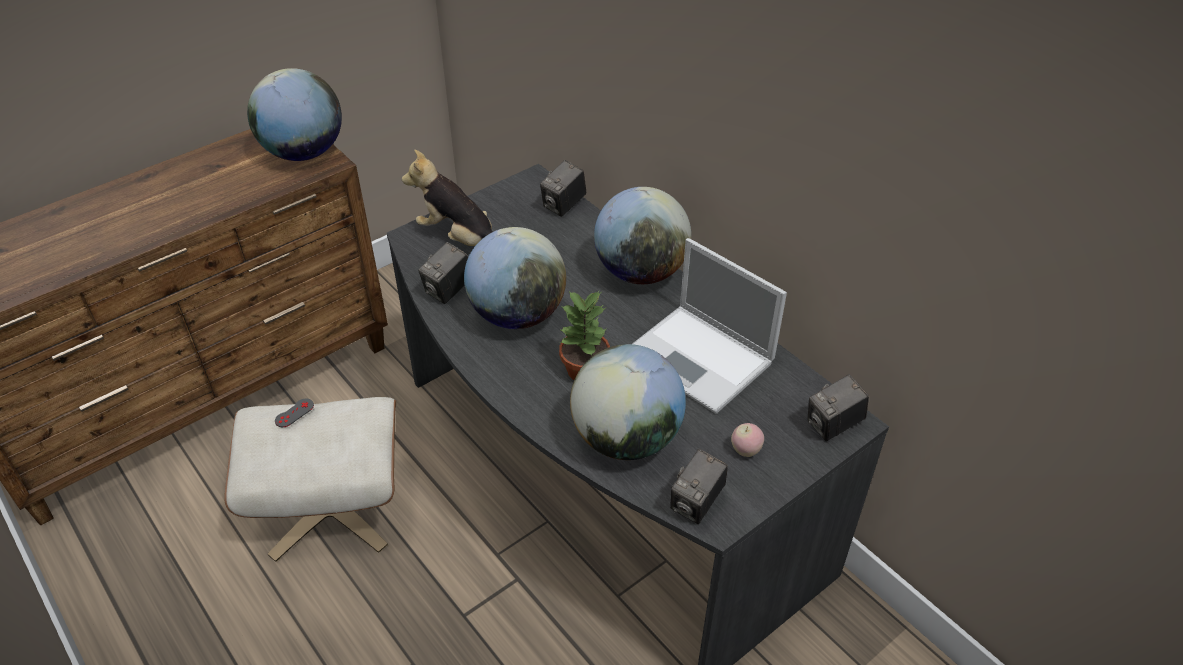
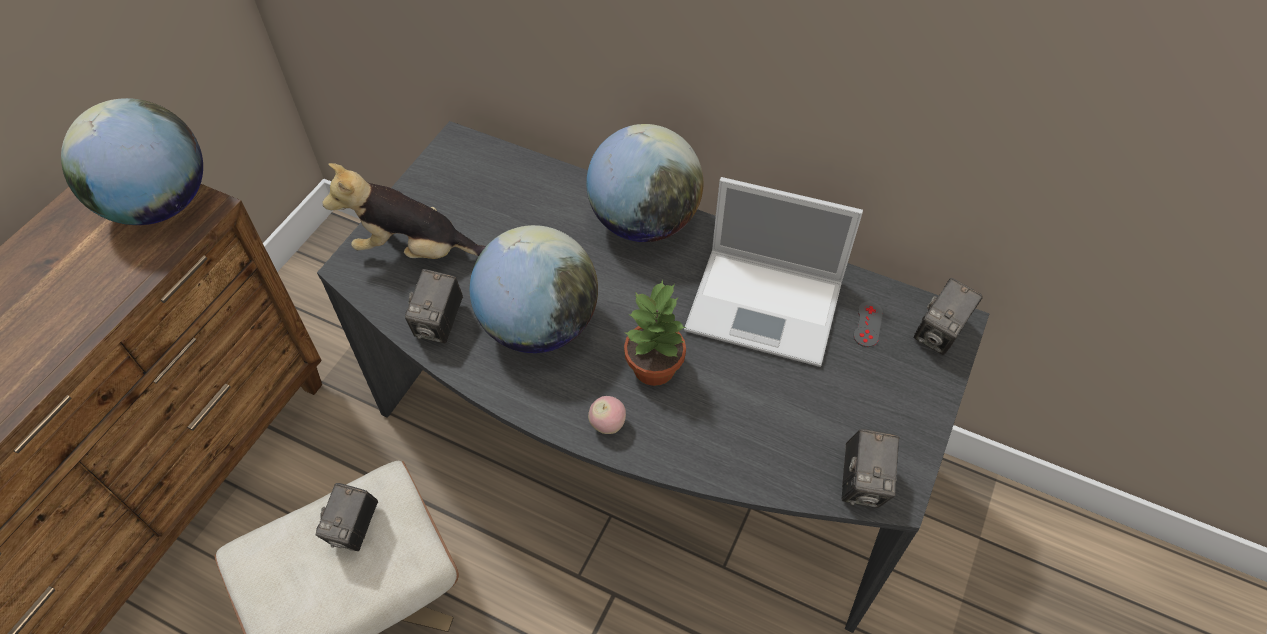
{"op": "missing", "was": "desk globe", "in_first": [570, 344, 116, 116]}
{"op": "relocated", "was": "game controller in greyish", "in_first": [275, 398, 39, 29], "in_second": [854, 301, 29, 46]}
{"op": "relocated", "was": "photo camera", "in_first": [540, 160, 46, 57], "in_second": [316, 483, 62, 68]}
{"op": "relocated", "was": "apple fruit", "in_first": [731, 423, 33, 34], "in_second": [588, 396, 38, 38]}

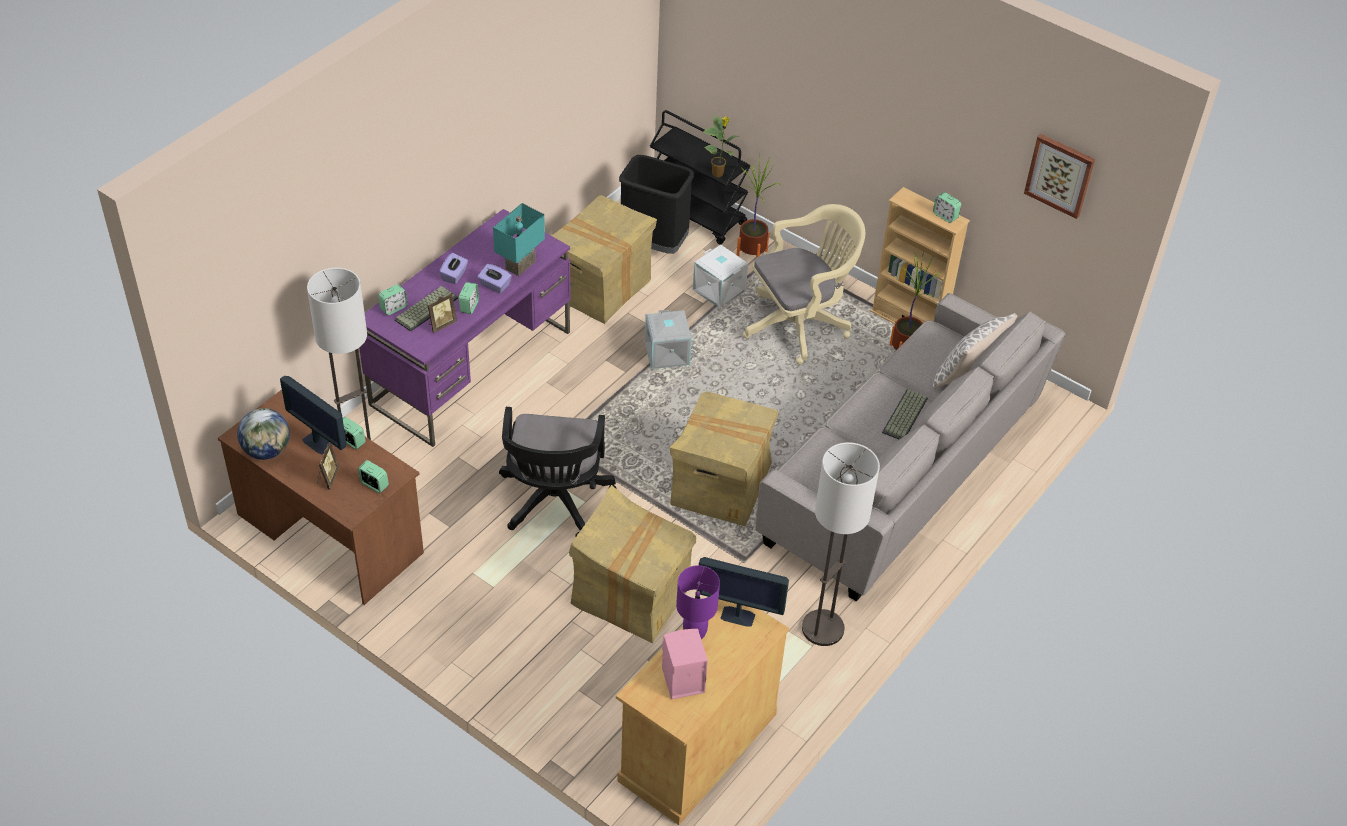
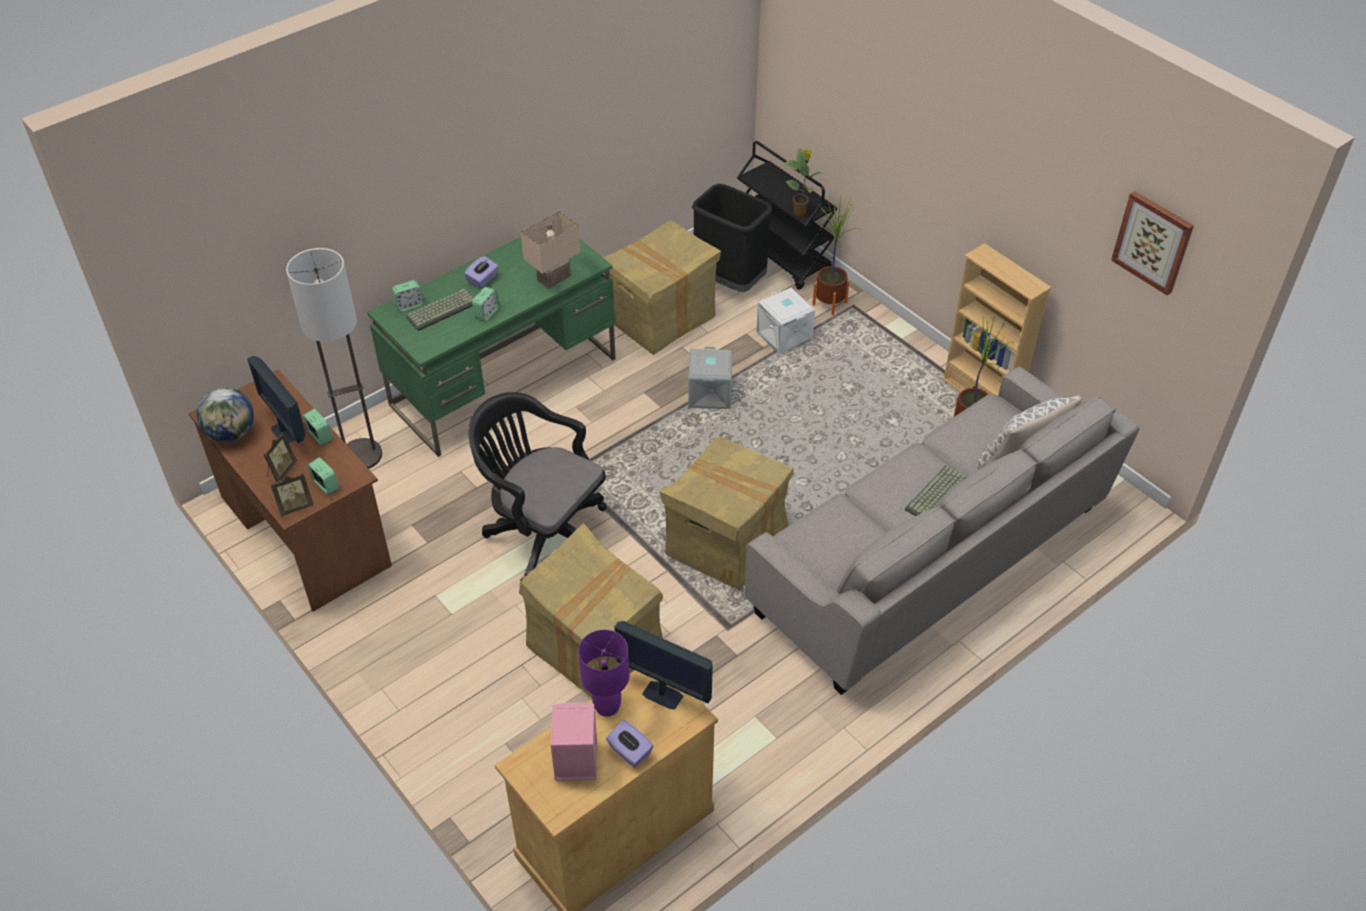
{"op": "missing", "was": "desk chair in beige", "in_first": [743, 204, 122, 161]}
{"op": "missing", "was": "standing lamp", "in_first": [802, 442, 78, 204]}
{"op": "missing", "was": "alarm clock", "in_first": [933, 192, 28, 31]}
{"op": "relocated", "was": "standing frame", "in_first": [427, 293, 30, 40], "in_second": [270, 473, 43, 43]}
{"op": "relocated", "was": "tissue box in purple", "in_first": [478, 264, 34, 29], "in_second": [606, 720, 47, 48]}
{"op": "colour", "was": "desk unit in purple", "now": "desk unit in green-coloured", "in_first": [359, 209, 212, 238], "in_second": [367, 237, 249, 220]}
{"op": "colour", "was": "table lamp in turquoise", "now": "table lamp in beige", "in_first": [493, 203, 52, 73], "in_second": [521, 211, 60, 78]}
{"op": "spun", "was": "desk chair in blackish", "in_first": [499, 407, 117, 129], "in_second": [468, 392, 139, 190], "clockwise": 105}

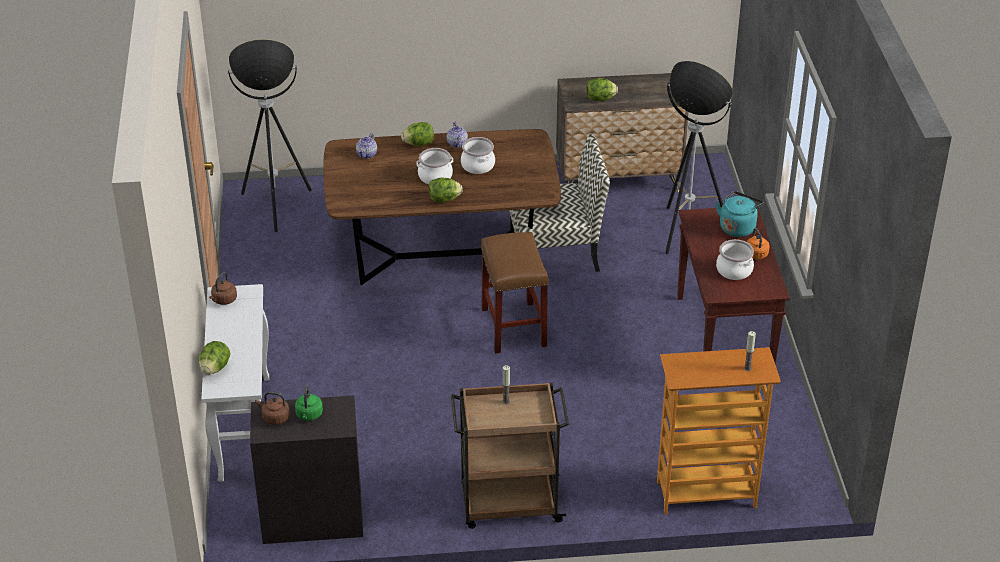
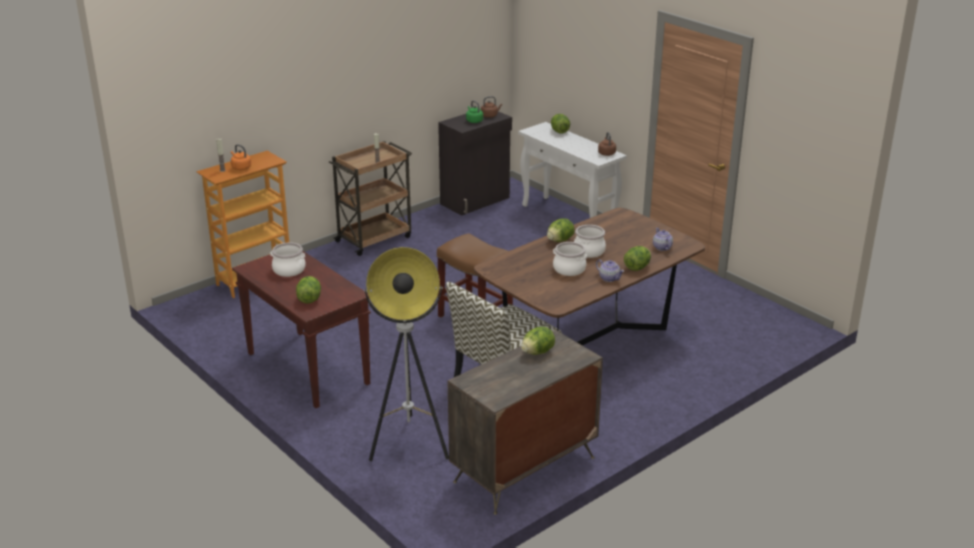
{"op": "missing", "was": "standing lamp", "in_first": [227, 40, 85, 192]}
{"op": "relocated", "was": "water kettle in orange", "in_first": [746, 228, 24, 31], "in_second": [231, 144, 20, 26]}
{"op": "exchanged", "was": "water kettle in turquoise", "now": "head of lettuce", "in_first": [716, 191, 48, 46], "in_second": [296, 276, 25, 28]}

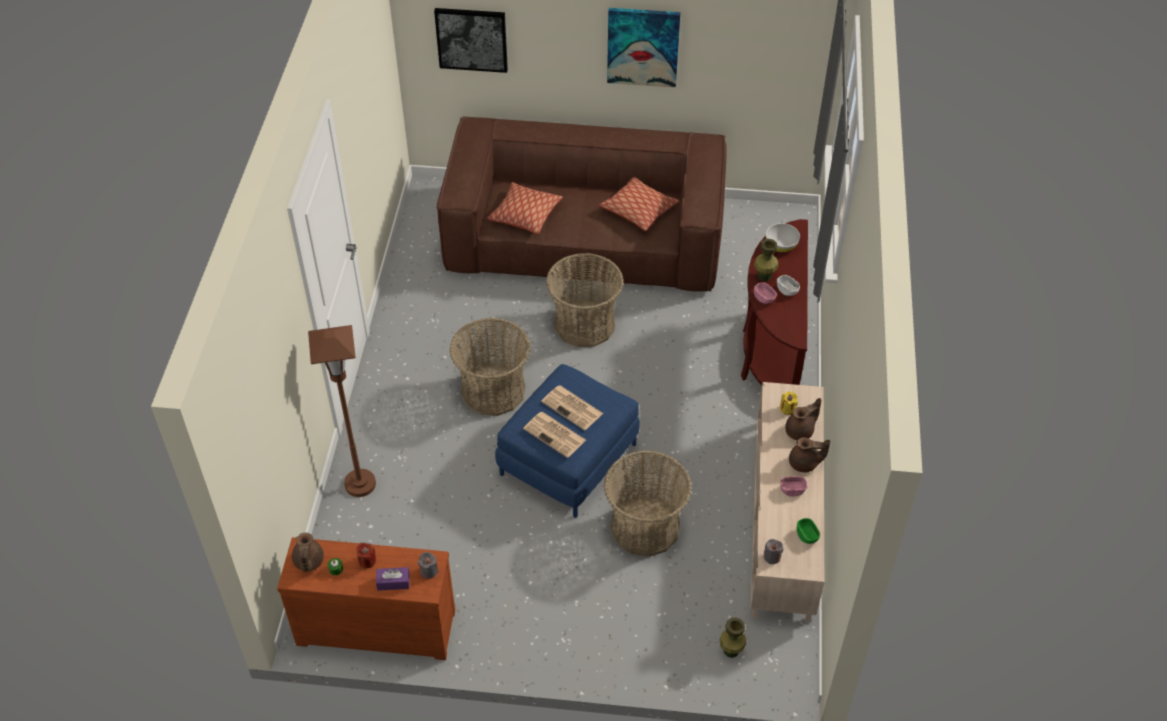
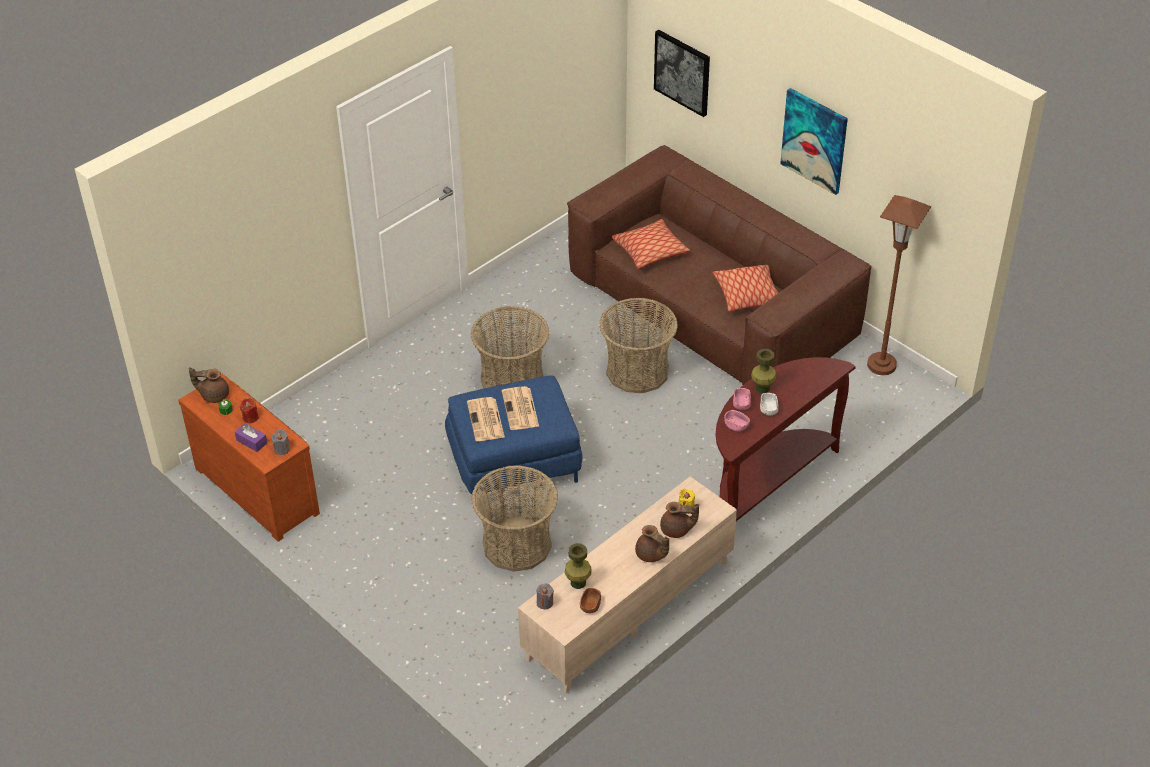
{"op": "missing", "was": "bowl in white", "in_first": [766, 223, 34, 29]}
{"op": "relocated", "was": "standing lamp in brown-coloured", "in_first": [308, 325, 68, 172], "in_second": [867, 195, 64, 180]}
{"op": "relocated", "was": "vase in green-coloured", "in_first": [719, 617, 27, 41], "in_second": [565, 543, 27, 46]}
{"op": "relocated", "was": "bowl in pink", "in_first": [780, 476, 27, 21], "in_second": [724, 410, 26, 21]}
{"op": "colour", "was": "bowl in green-coloured", "now": "bowl in brown-coloured", "in_first": [797, 518, 23, 26], "in_second": [580, 588, 21, 25]}
{"op": "spun", "was": "pot for tea in brown-coloured", "in_first": [292, 533, 32, 39], "in_second": [189, 367, 40, 36], "clockwise": 60}

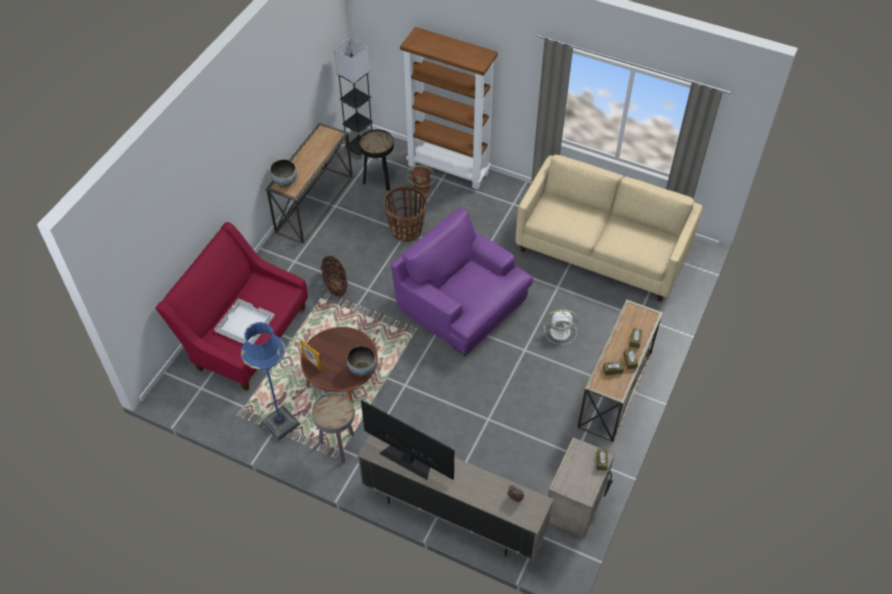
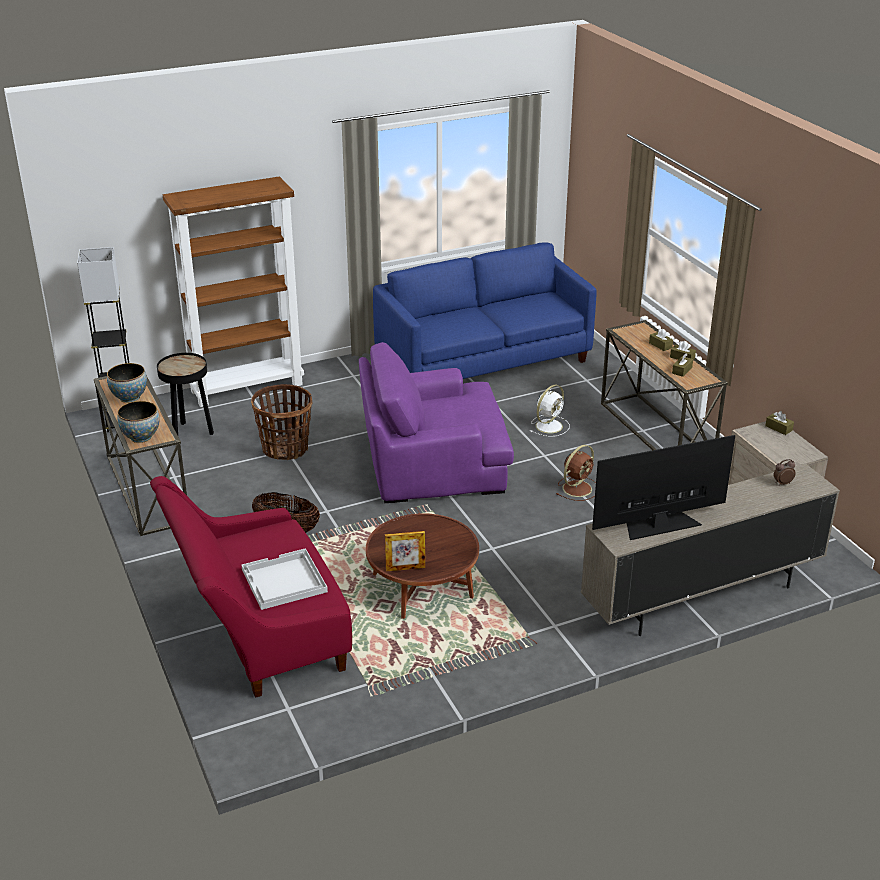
{"op": "missing", "was": "standing lamp in bluish", "in_first": [241, 322, 59, 119]}
{"op": "missing", "was": "accent table in greyish", "in_first": [312, 393, 43, 70]}
{"op": "relocated", "was": "bowl", "in_first": [347, 346, 29, 30], "in_second": [107, 363, 40, 40]}
{"op": "relocated", "was": "fan in brown-coloured", "in_first": [406, 165, 30, 34], "in_second": [557, 445, 39, 56]}
{"op": "colour", "was": "sofa in beige", "now": "sofa in bluish", "in_first": [516, 155, 186, 146], "in_second": [373, 242, 224, 137]}

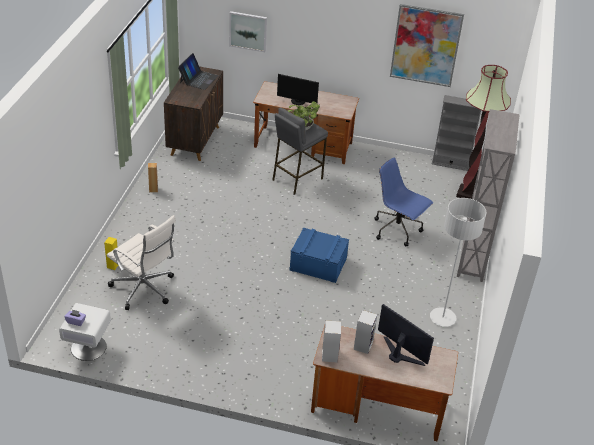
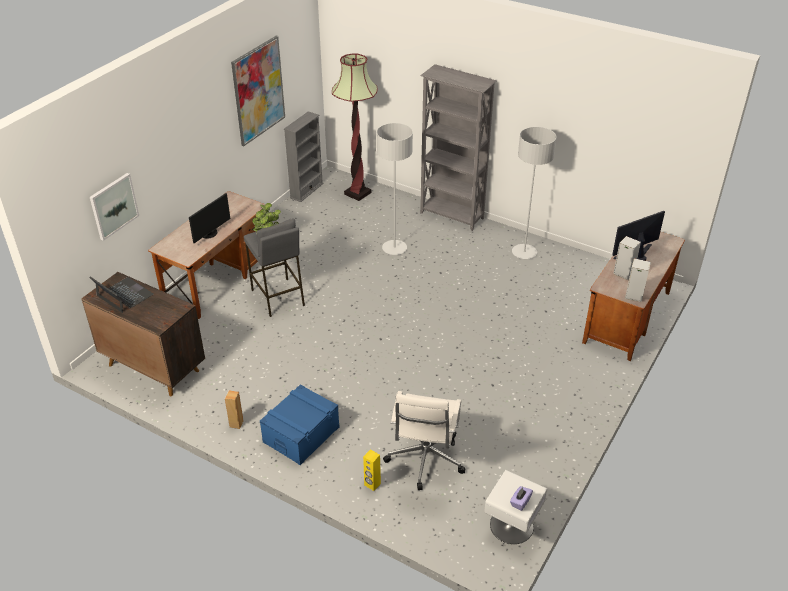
{"op": "relocated", "was": "storage box in bluish", "in_first": [289, 228, 60, 55], "in_second": [260, 384, 79, 81]}
{"op": "exchanged", "was": "desk chair in bluish", "now": "standing lamp in greyish", "in_first": [374, 158, 59, 88], "in_second": [377, 123, 36, 132]}
{"op": "spun", "was": "desk chair in white", "in_first": [107, 215, 69, 95], "in_second": [383, 391, 82, 99], "clockwise": 135}

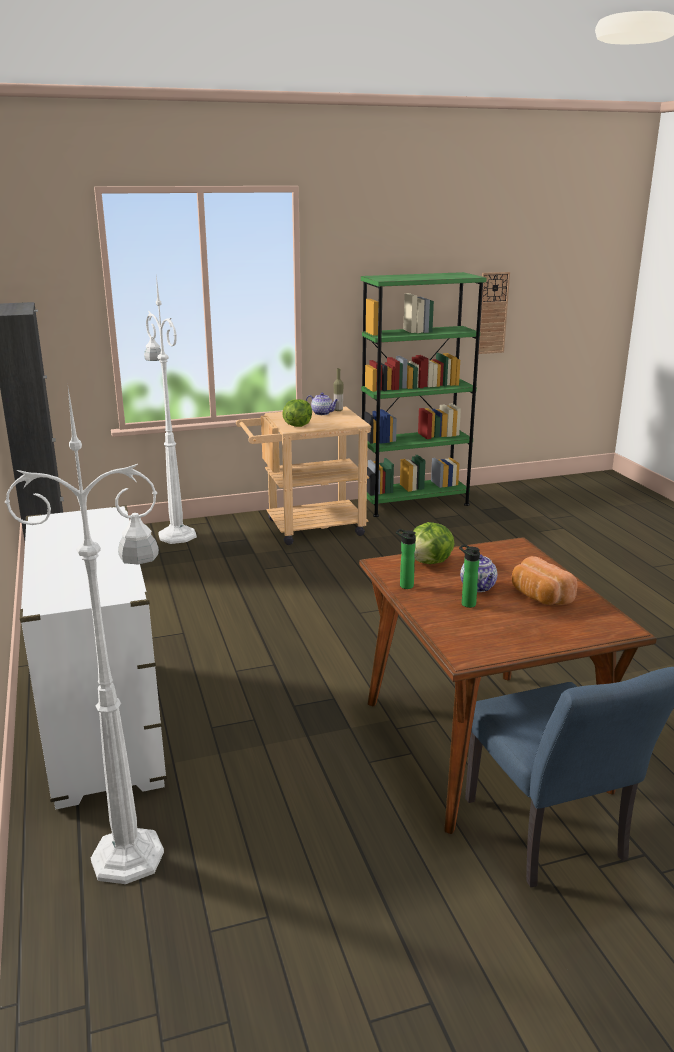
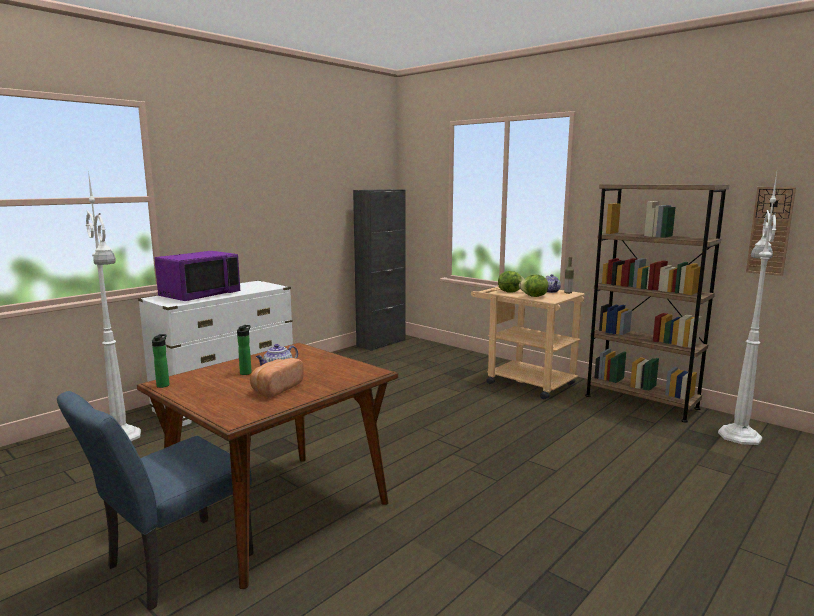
{"op": "appeared", "now": "microwave in purple", "in_second": [155, 251, 85, 50]}
{"op": "relocated", "was": "standing lamp in white", "in_first": [144, 275, 53, 269], "in_second": [718, 173, 59, 272]}
{"op": "relocated", "was": "drink bottle", "in_first": [396, 529, 20, 60], "in_second": [152, 334, 17, 54]}
{"op": "relocated", "was": "head of lettuce", "in_first": [413, 522, 41, 42], "in_second": [519, 275, 29, 22]}
{"op": "colour", "was": "shelving unit in green-coloured", "now": "shelving unit in brown-coloured", "in_first": [361, 272, 126, 245], "in_second": [585, 184, 144, 239]}

